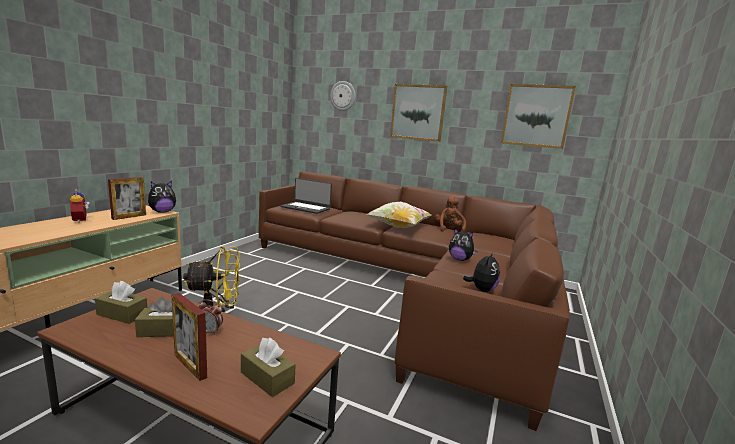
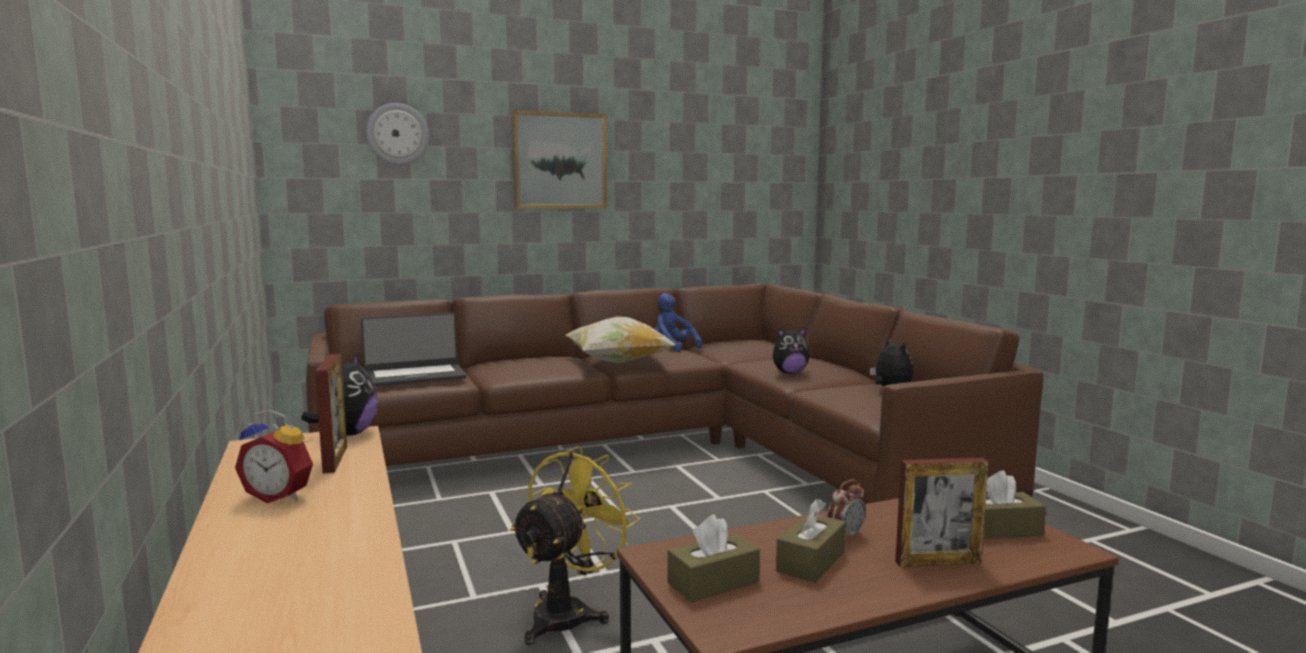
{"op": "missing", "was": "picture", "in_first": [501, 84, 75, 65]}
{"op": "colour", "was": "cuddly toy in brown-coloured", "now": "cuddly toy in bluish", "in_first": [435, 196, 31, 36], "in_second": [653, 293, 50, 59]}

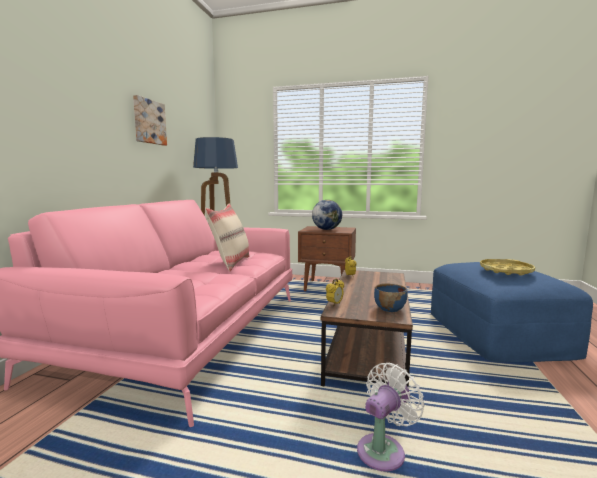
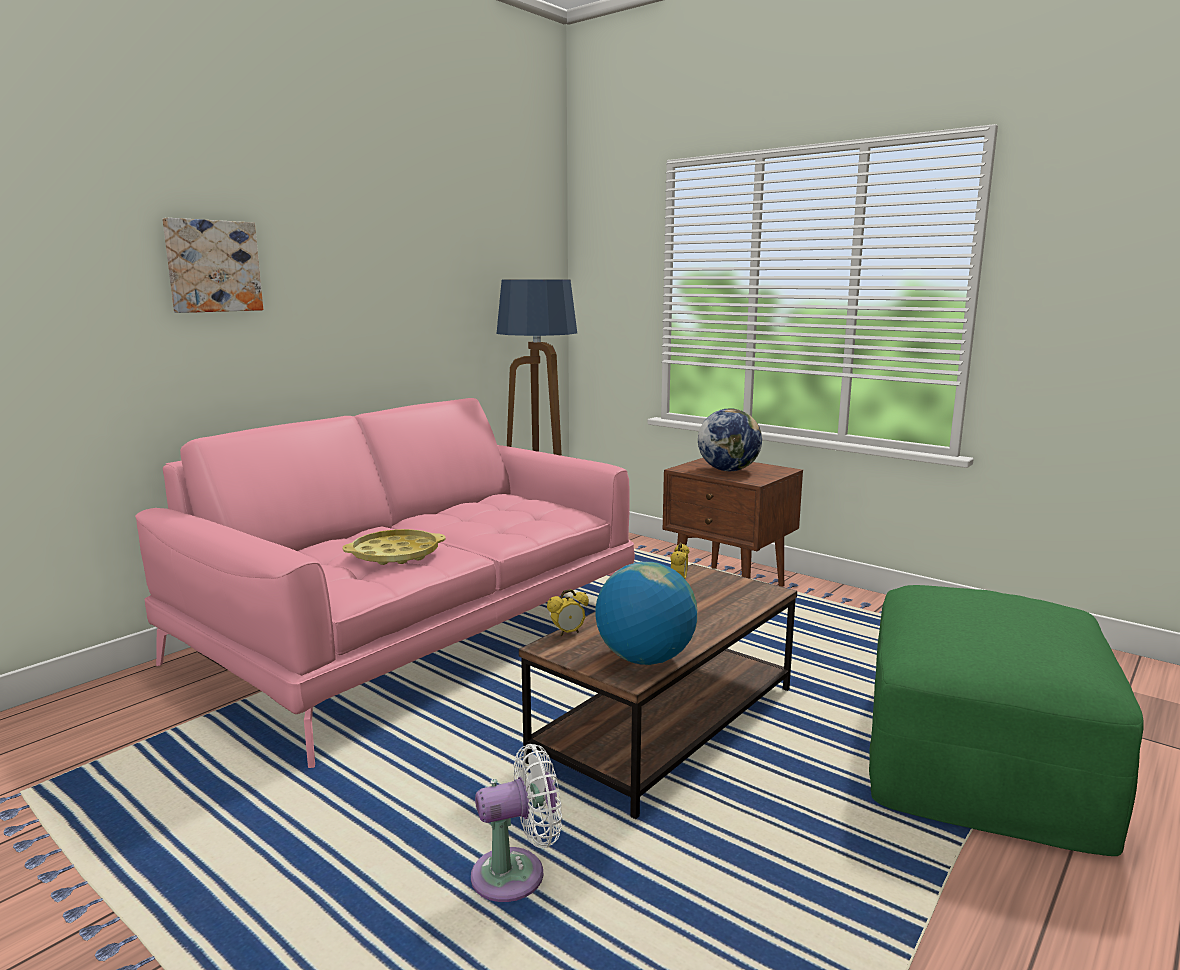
{"op": "missing", "was": "throw pillow in beige", "in_first": [205, 204, 45, 67]}
{"op": "relocated", "was": "picture", "in_first": [133, 95, 34, 51], "in_second": [162, 218, 101, 95]}
{"op": "relocated", "was": "serving tray in yellow-coloured", "in_first": [480, 259, 55, 17], "in_second": [343, 529, 103, 36]}
{"op": "exchanged", "was": "bowl in bluish", "now": "desk globe", "in_first": [374, 283, 34, 29], "in_second": [595, 562, 103, 103]}
{"op": "colour", "was": "ottoman in bluish", "now": "ottoman in green-coloured", "in_first": [431, 262, 162, 100], "in_second": [869, 585, 275, 271]}

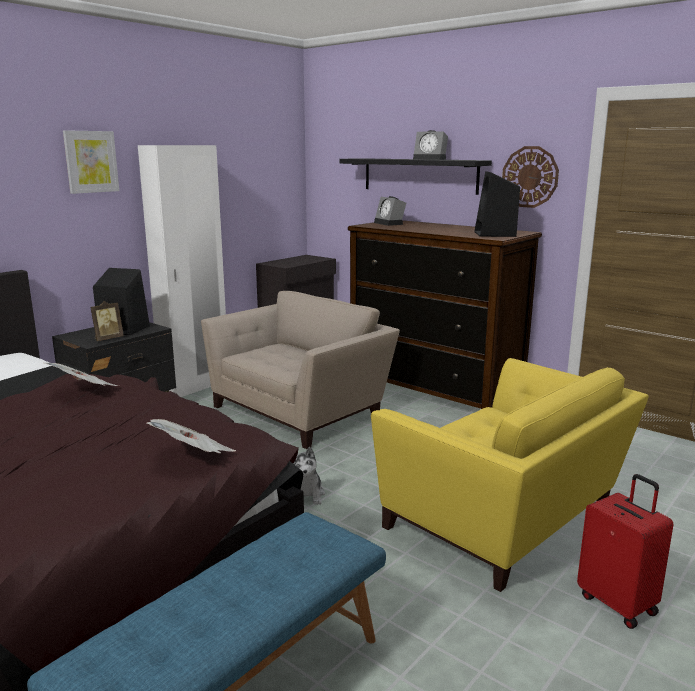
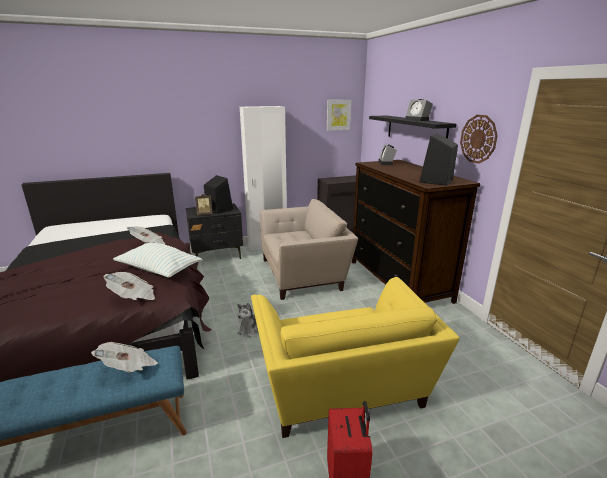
{"op": "appeared", "now": "daily paper", "in_second": [91, 342, 67, 30]}
{"op": "appeared", "now": "throw pillow", "in_second": [113, 243, 89, 35]}
{"op": "relocated", "was": "picture", "in_first": [63, 130, 56, 64], "in_second": [327, 100, 24, 31]}

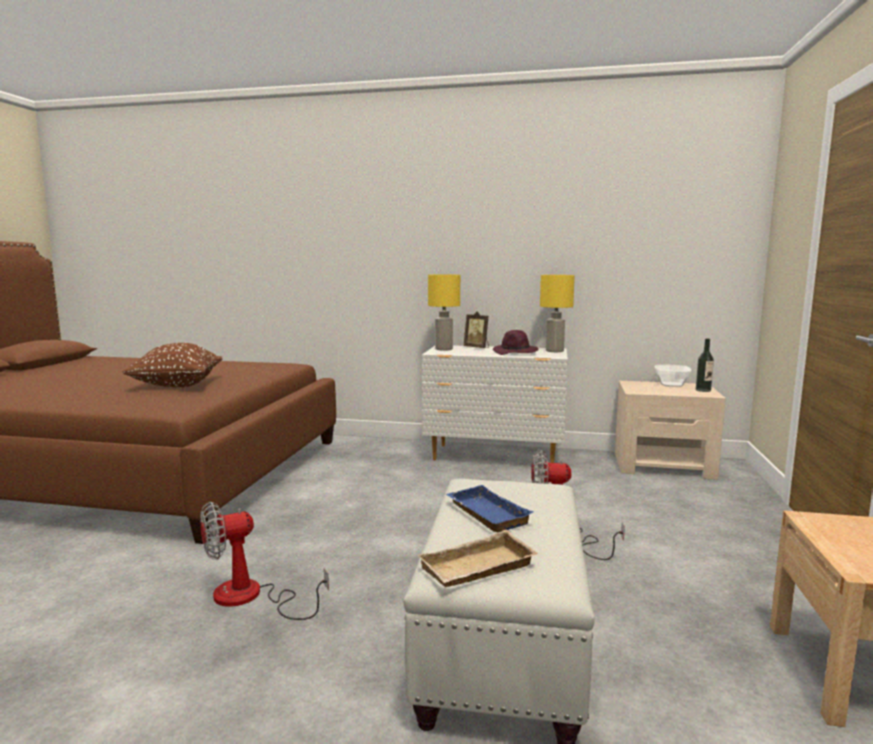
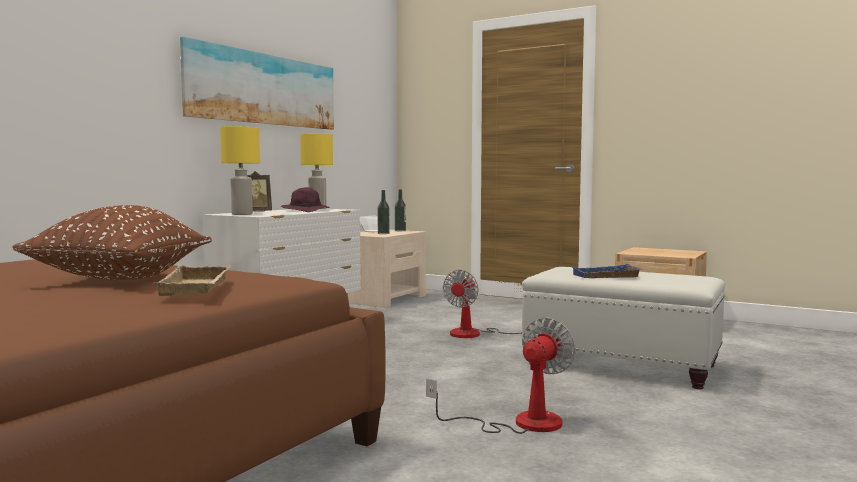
{"op": "appeared", "now": "picture", "in_second": [180, 37, 154, 93]}
{"op": "appeared", "now": "drink bottle", "in_second": [377, 190, 13, 44]}
{"op": "relocated", "was": "serving tray in beige", "in_first": [418, 530, 119, 57], "in_second": [156, 265, 74, 31]}
{"op": "spun", "was": "fan", "in_first": [200, 502, 129, 118], "in_second": [426, 317, 150, 117], "clockwise": -135}

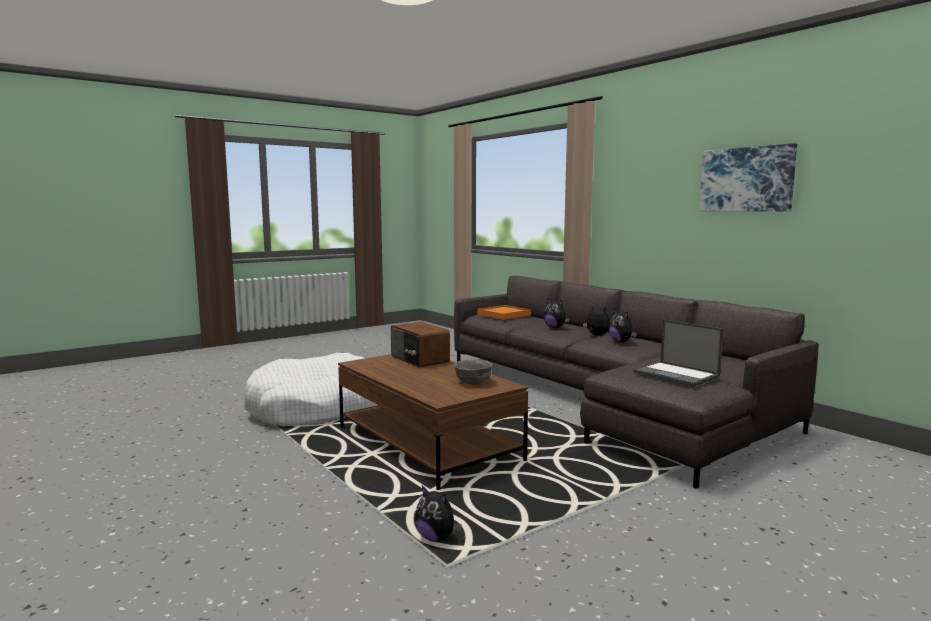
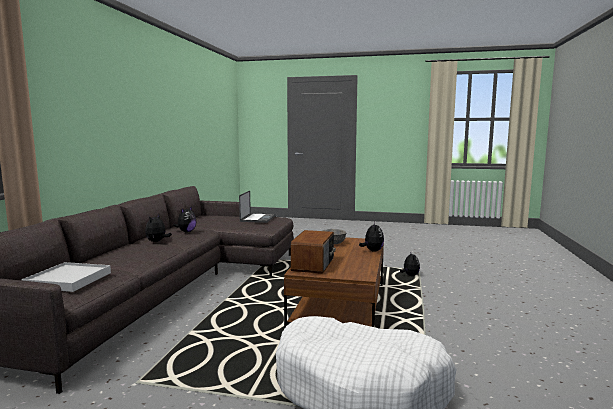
{"op": "missing", "was": "picture", "in_first": [699, 143, 98, 68]}
{"op": "relocated", "was": "cuddly toy", "in_first": [544, 299, 26, 29], "in_second": [359, 222, 25, 30]}
{"op": "colour", "was": "serving tray in orange", "now": "serving tray in white", "in_first": [477, 305, 54, 15], "in_second": [22, 262, 89, 30]}

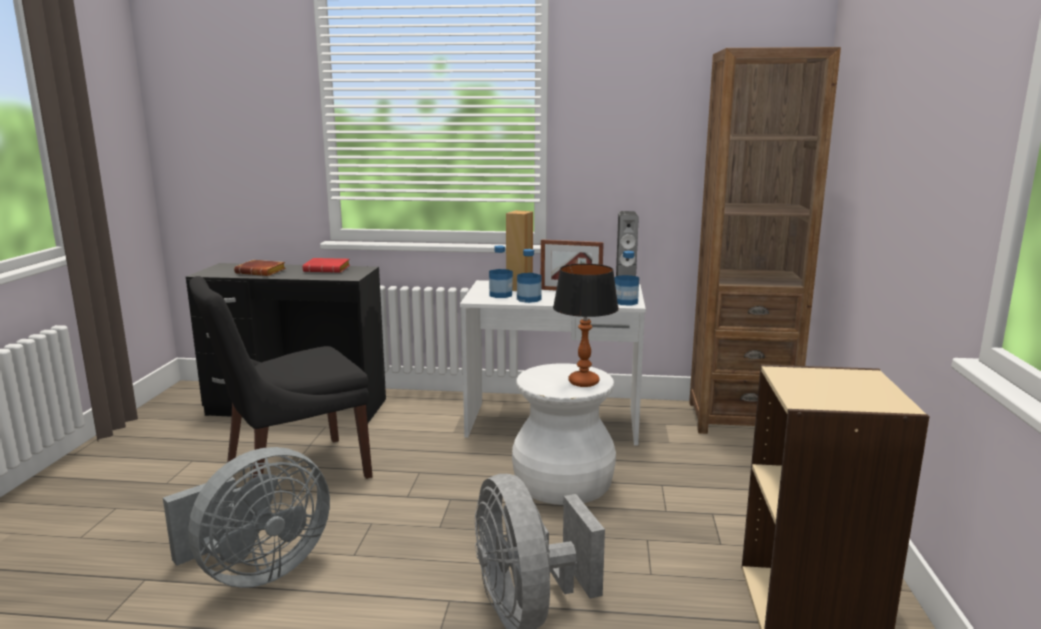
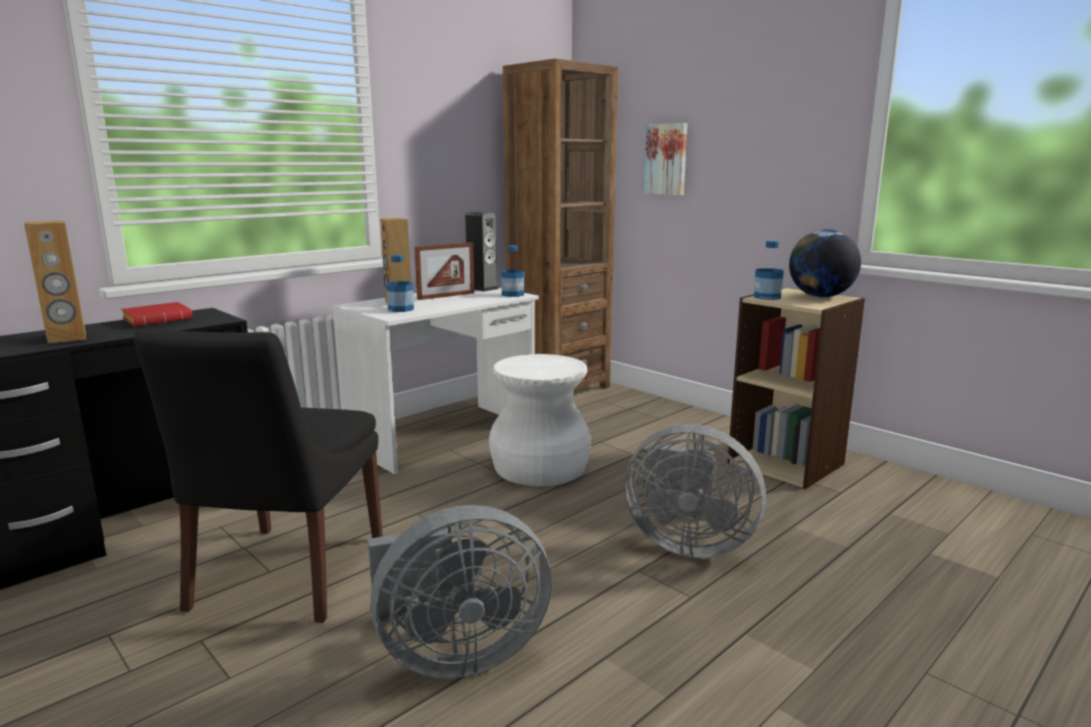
{"op": "missing", "was": "table lamp", "in_first": [553, 264, 66, 123]}
{"op": "appeared", "now": "picture", "in_second": [644, 123, 44, 72]}
{"op": "appeared", "now": "desk globe", "in_second": [789, 229, 72, 69]}
{"op": "relocated", "was": "drink bottle", "in_first": [517, 249, 24, 54], "in_second": [754, 241, 30, 59]}
{"op": "exchanged", "was": "bound book in brown-coloured", "now": "loudspeaker in brown-coloured", "in_first": [234, 260, 52, 16], "in_second": [24, 220, 62, 123]}
{"op": "spun", "was": "fan in greyish", "in_first": [163, 447, 167, 141], "in_second": [368, 505, 184, 174], "clockwise": 75}

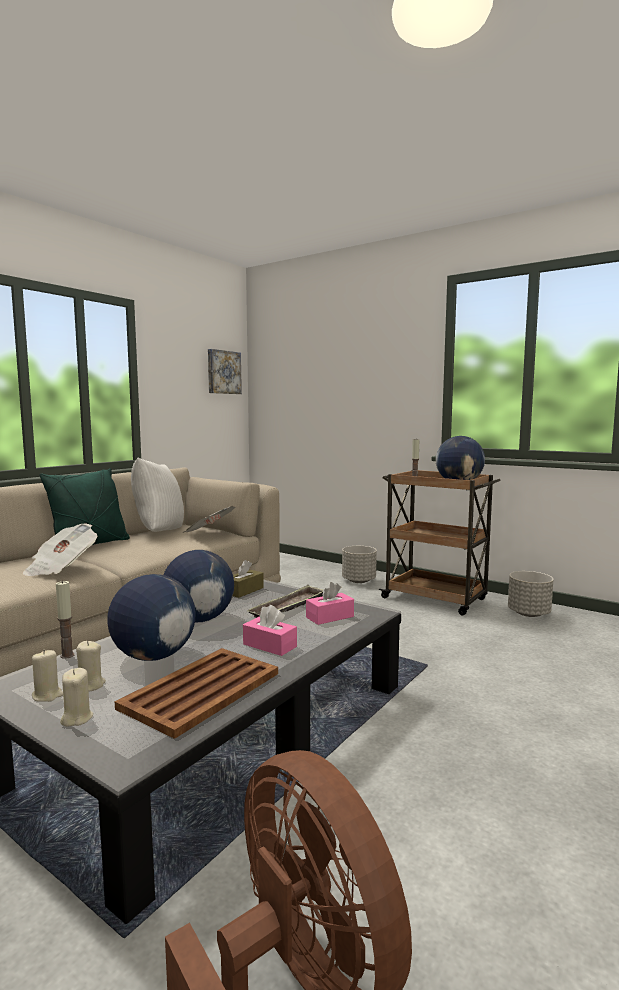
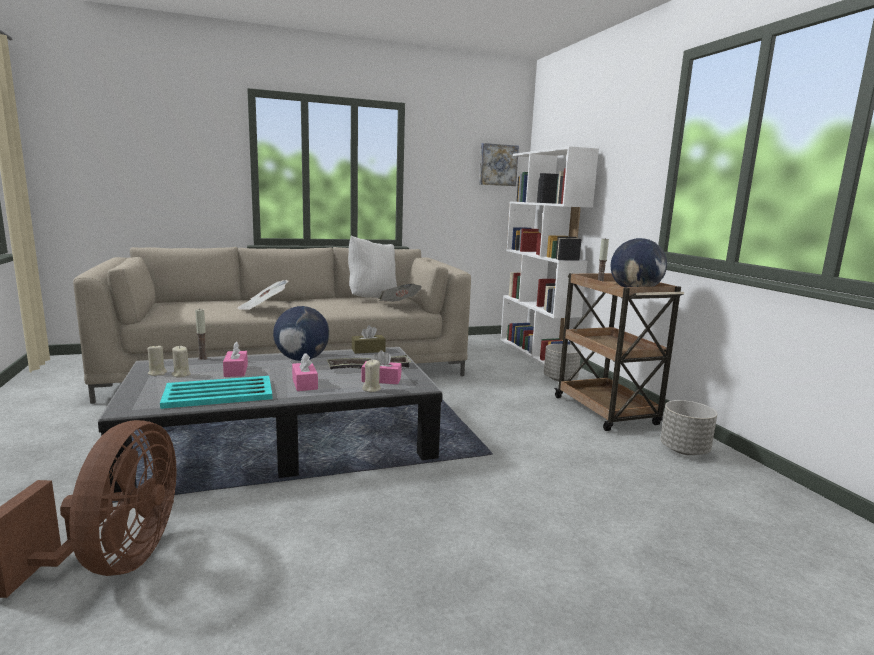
{"op": "missing", "was": "throw pillow in green-coloured", "in_first": [39, 468, 91, 77]}
{"op": "appeared", "now": "shelving unit in white", "in_second": [500, 146, 99, 219]}
{"op": "relocated", "was": "candle in beige", "in_first": [60, 668, 33, 58], "in_second": [362, 359, 19, 33]}
{"op": "exchanged", "was": "desk globe", "now": "tissue box in pink", "in_first": [107, 574, 89, 87], "in_second": [223, 341, 25, 36]}
{"op": "colour", "was": "serving tray in brown-coloured", "now": "serving tray in turquoise", "in_first": [115, 648, 163, 91], "in_second": [160, 376, 112, 33]}

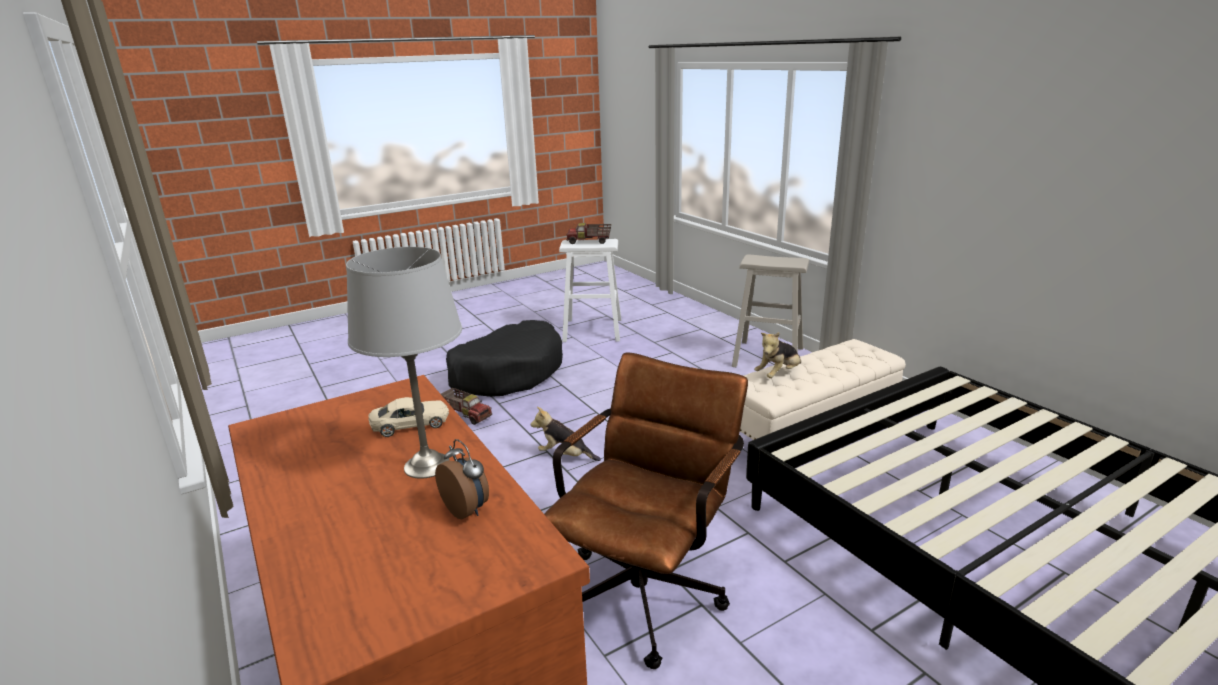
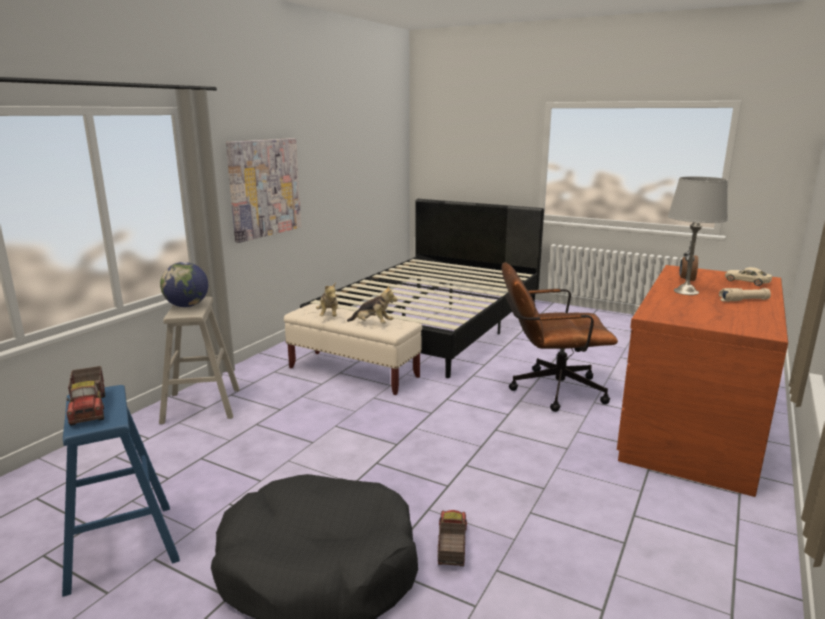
{"op": "appeared", "now": "desk globe", "in_second": [160, 262, 48, 45]}
{"op": "appeared", "now": "picture", "in_second": [226, 138, 75, 105]}
{"op": "appeared", "now": "torch in beige", "in_second": [719, 288, 52, 14]}
{"op": "relocated", "was": "miniature car in beige", "in_first": [368, 397, 81, 40], "in_second": [725, 267, 47, 19]}
{"op": "relocated", "was": "cuddly toy", "in_first": [531, 407, 70, 54], "in_second": [316, 283, 22, 34]}
{"op": "colour", "was": "sitting stool in white", "now": "sitting stool in bluish", "in_first": [559, 239, 62, 103], "in_second": [62, 385, 118, 212]}

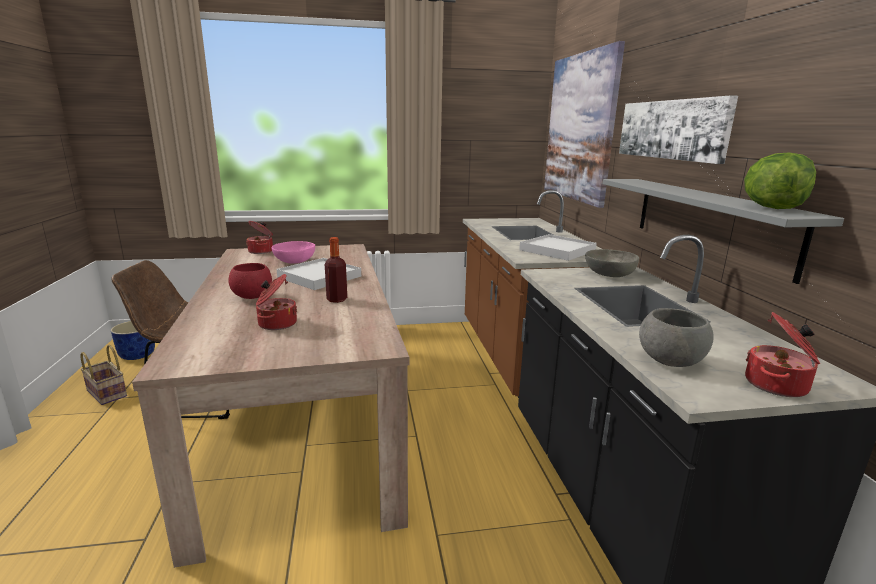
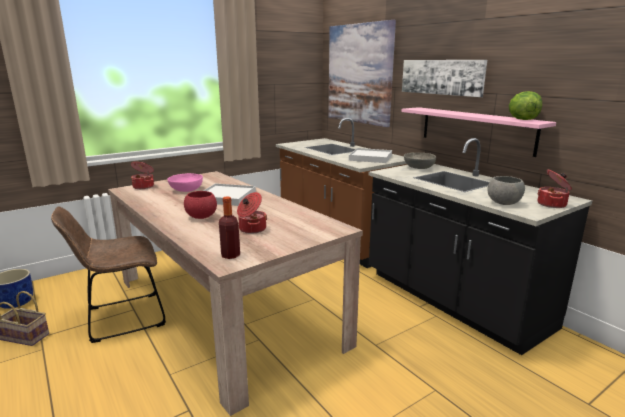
{"op": "relocated", "was": "drink bottle", "in_first": [325, 237, 22, 66], "in_second": [219, 196, 21, 63]}
{"op": "colour", "was": "bracket shelf in greyish", "now": "bracket shelf in pink", "in_first": [603, 179, 241, 105], "in_second": [401, 107, 155, 50]}

